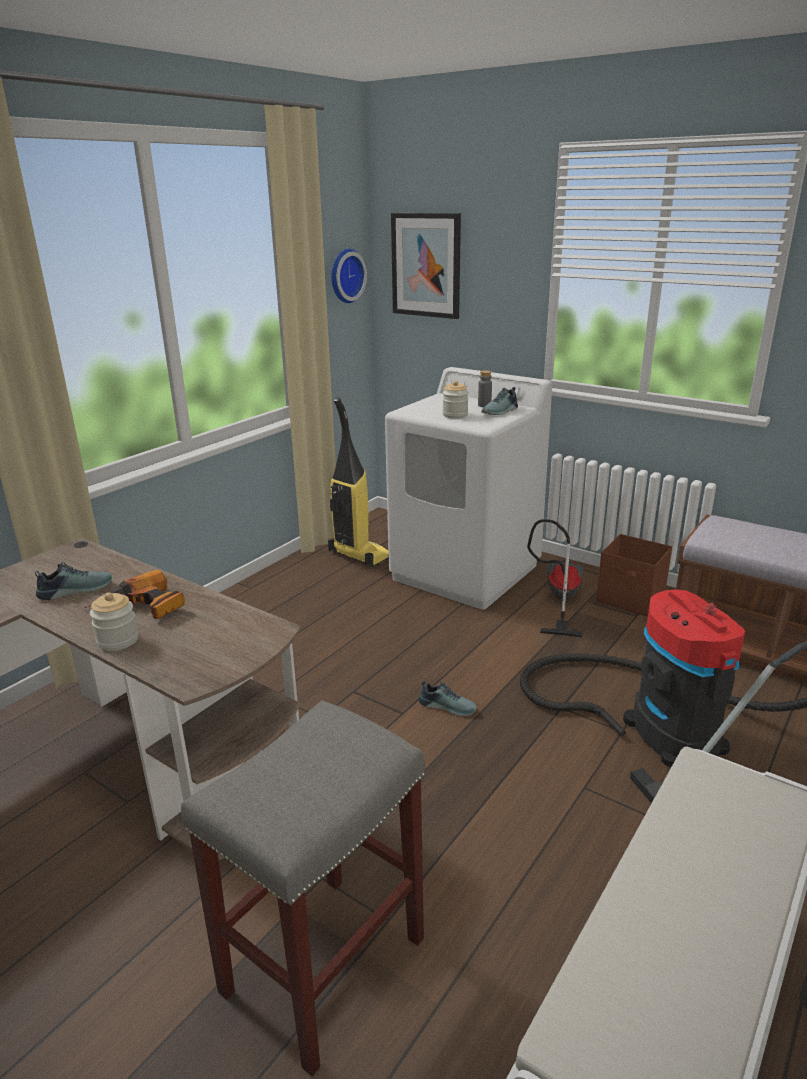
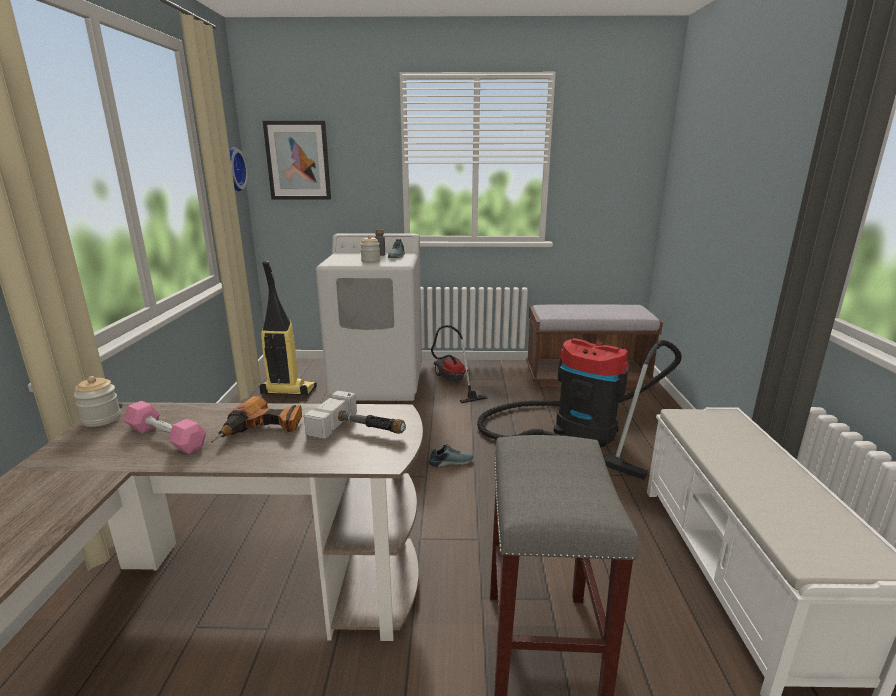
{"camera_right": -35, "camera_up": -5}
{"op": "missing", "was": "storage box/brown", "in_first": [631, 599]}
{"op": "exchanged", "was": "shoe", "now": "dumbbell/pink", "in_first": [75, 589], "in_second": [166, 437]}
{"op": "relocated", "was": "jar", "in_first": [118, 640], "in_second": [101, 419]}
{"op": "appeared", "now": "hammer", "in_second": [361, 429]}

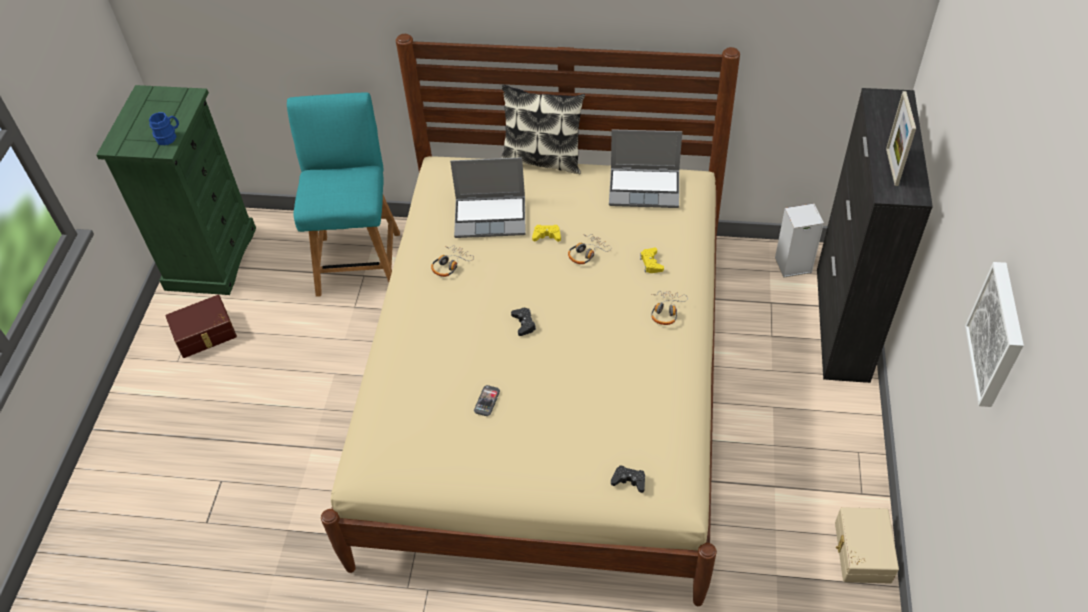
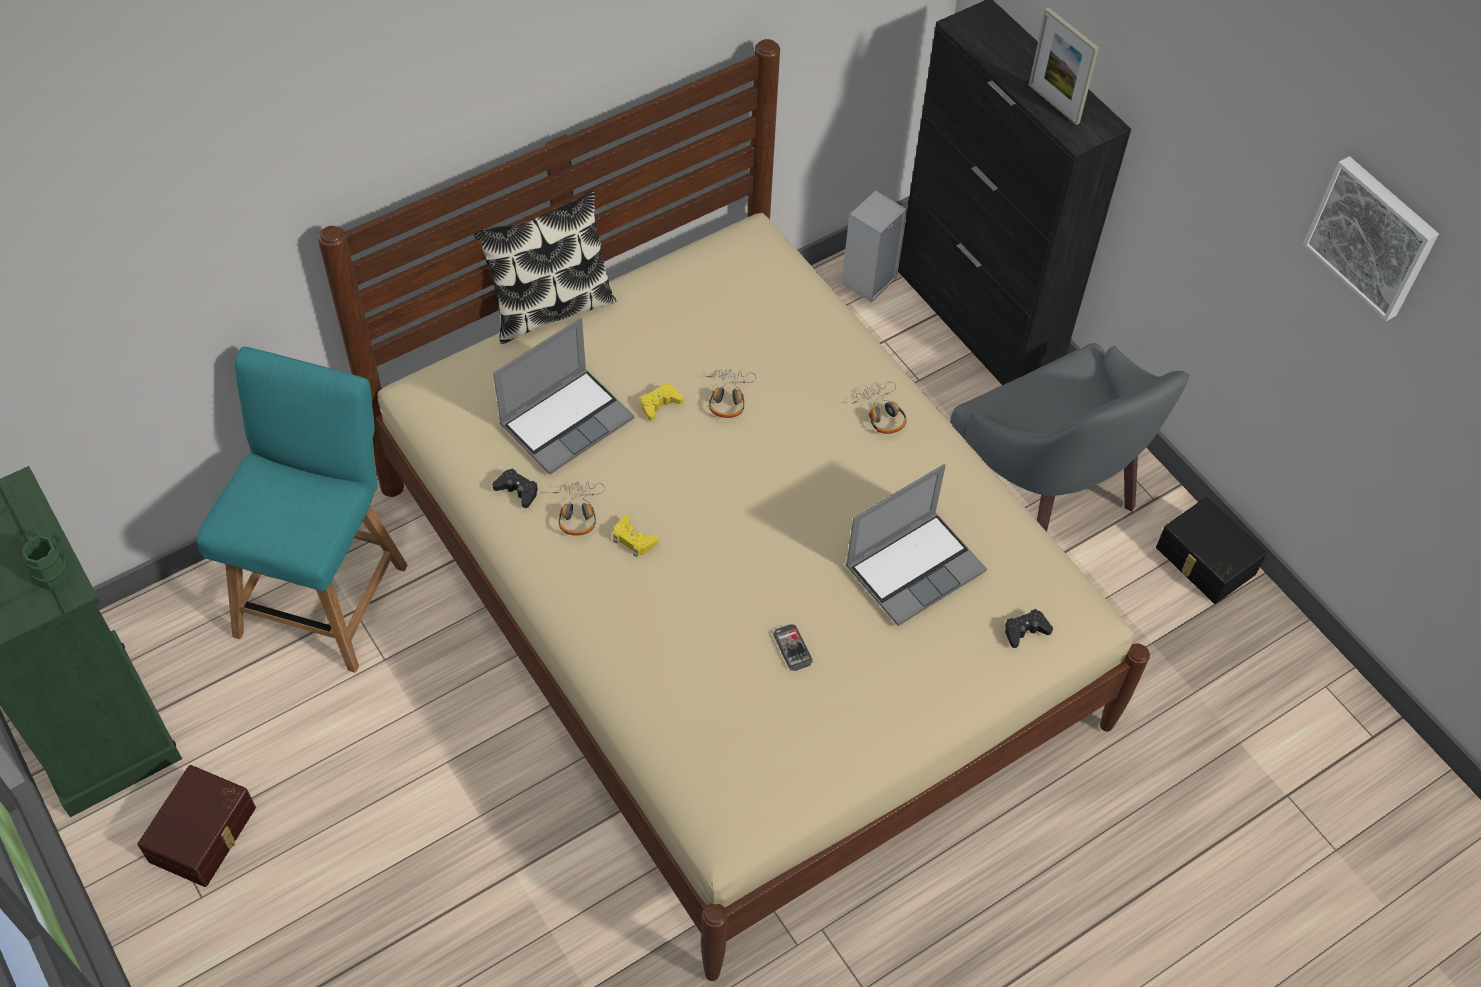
{"camera_right": -45, "camera_up": 5}
{"op": "spun", "was": "chair/turquoise", "in_first": [359, 259], "in_second": [325, 592], "clockwise": 60}
{"op": "colour", "was": "mug/blue", "now": "mug/green", "in_first": [169, 137], "in_second": [54, 569]}
{"op": "relocated", "was": "laptop", "in_first": [645, 188], "in_second": [915, 567]}
{"op": "relocated", "was": "game controller/yellow", "in_first": [651, 263], "in_second": [633, 540]}
{"op": "relocated", "was": "game controller/black", "in_first": [524, 323], "in_second": [517, 491]}
{"op": "colour", "was": "storage box/beige", "now": "storage box/black", "in_first": [861, 552], "in_second": [1204, 561]}
{"op": "appeared", "now": "armchair/grey", "in_second": [1049, 489]}

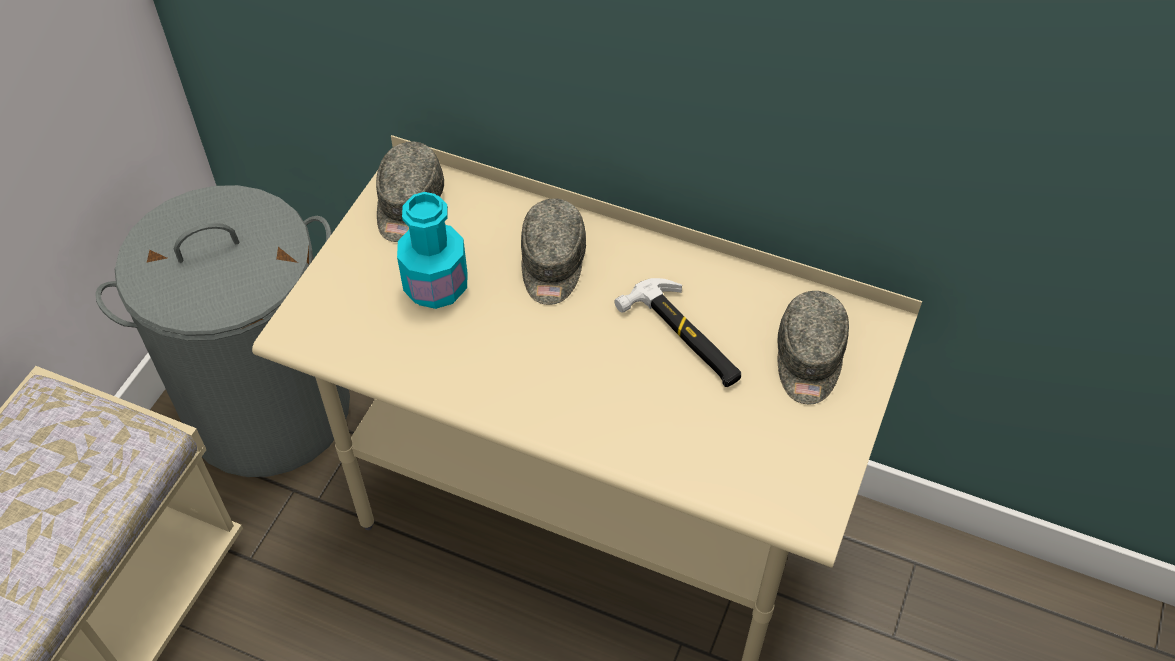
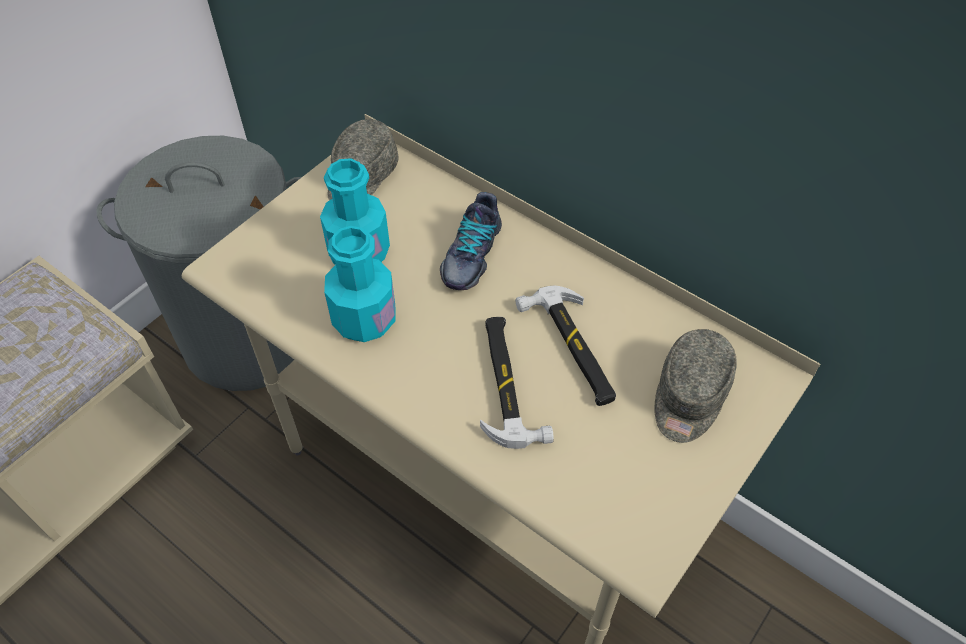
{"camera_right": 15, "camera_up": 0}
{"op": "exchanged", "was": "cap/grey", "now": "shoe", "in_first": [552, 264], "in_second": [470, 254]}
{"op": "appeared", "now": "bottle/turquoise", "in_second": [364, 319]}
{"op": "appeared", "now": "hammer", "in_second": [507, 383]}

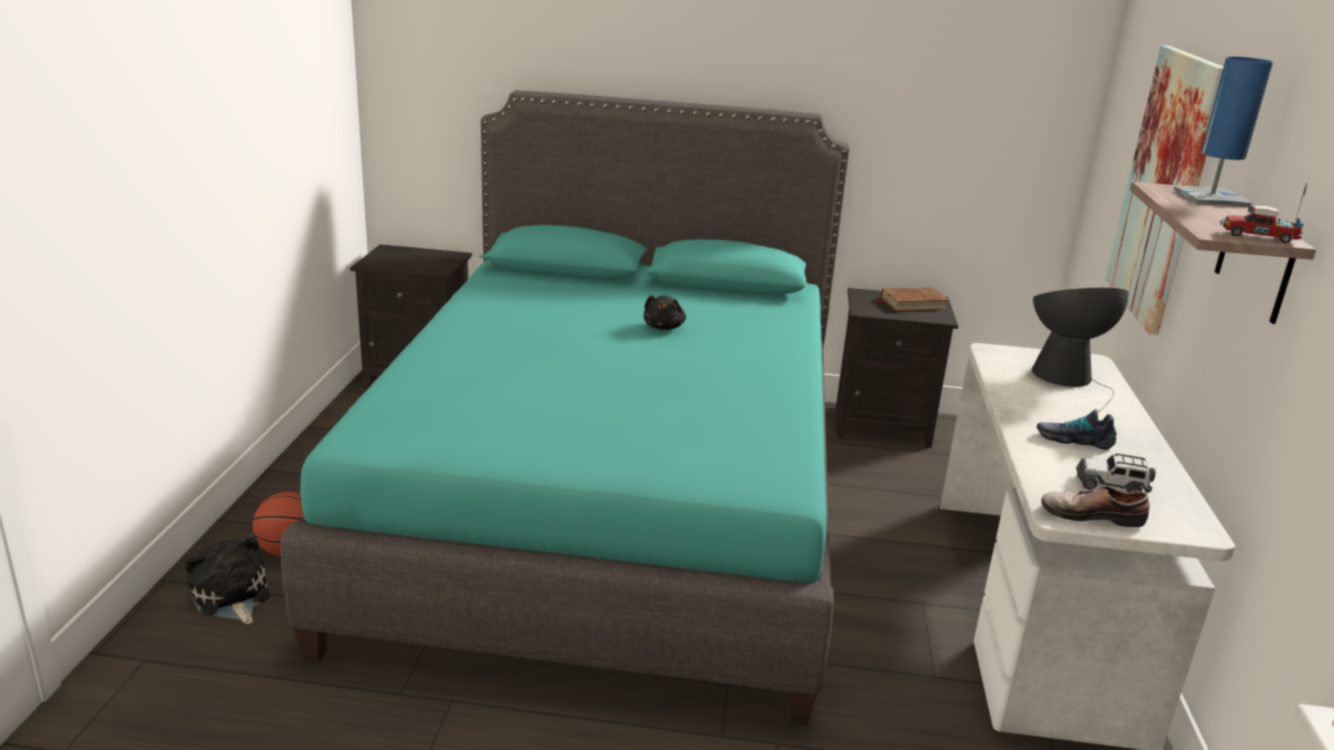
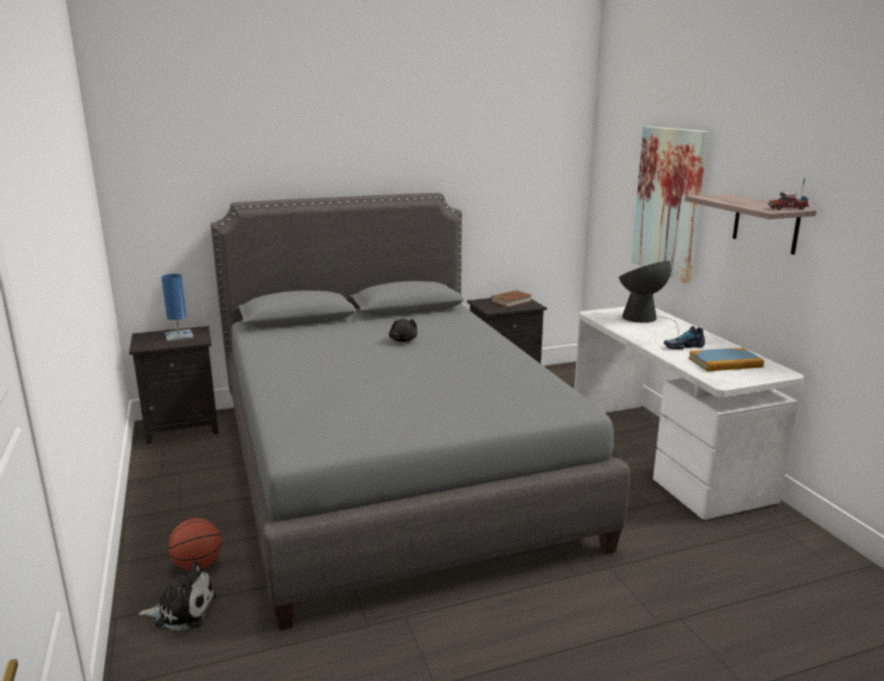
{"camera_right": -25, "camera_up": -5}
{"op": "relocated", "was": "table lamp/blue", "in_first": [1211, 198], "in_second": [179, 336]}
{"op": "colour", "was": "bed/turquoise", "now": "bed/grey", "in_first": [610, 503], "in_second": [390, 468]}
{"op": "exchanged", "was": "toy car", "now": "book", "in_first": [1111, 486], "in_second": [725, 363]}
{"op": "missing", "was": "shoe", "in_first": [1090, 514]}
{"op": "spun", "was": "plush toy", "in_first": [231, 597], "in_second": [182, 610], "clockwise": 150}

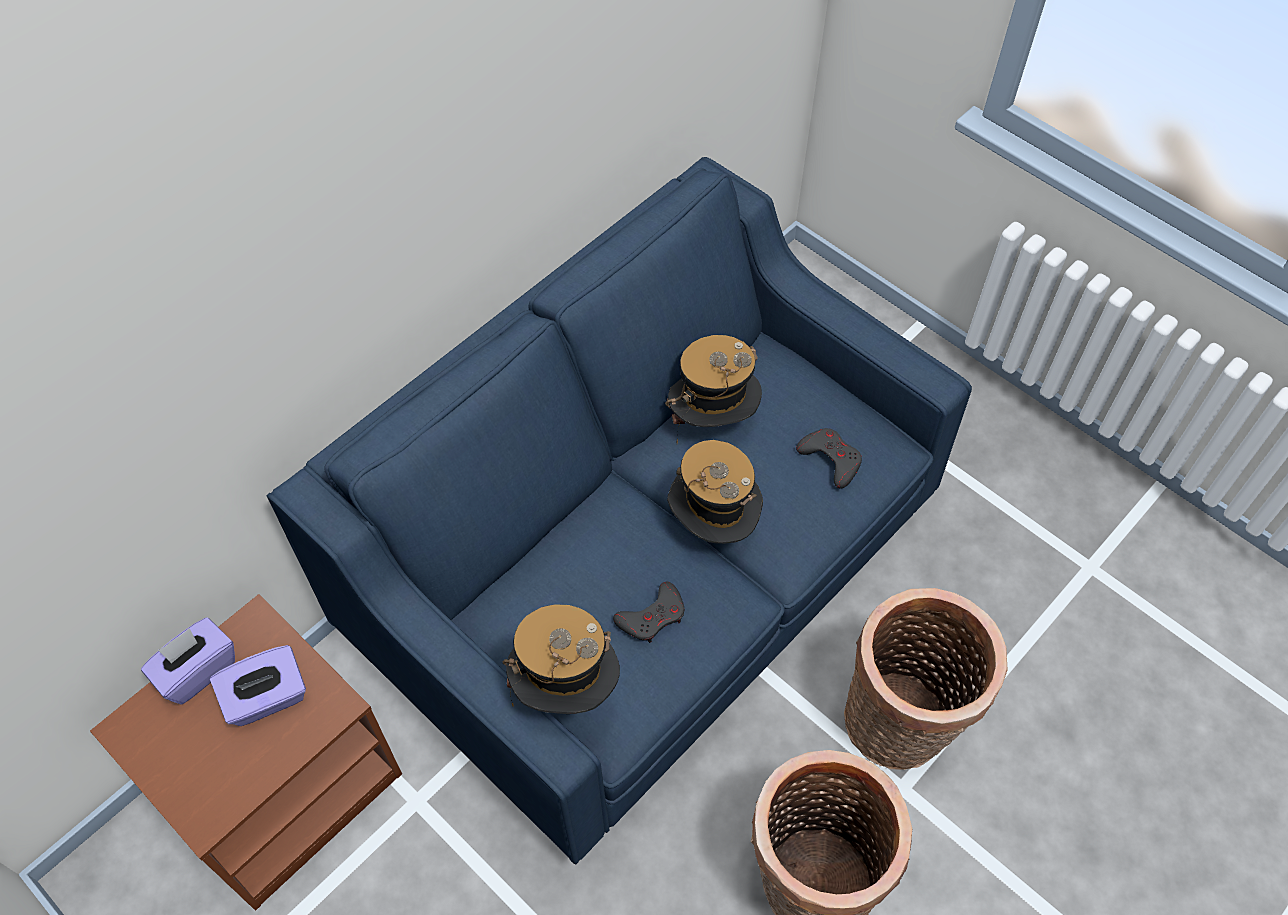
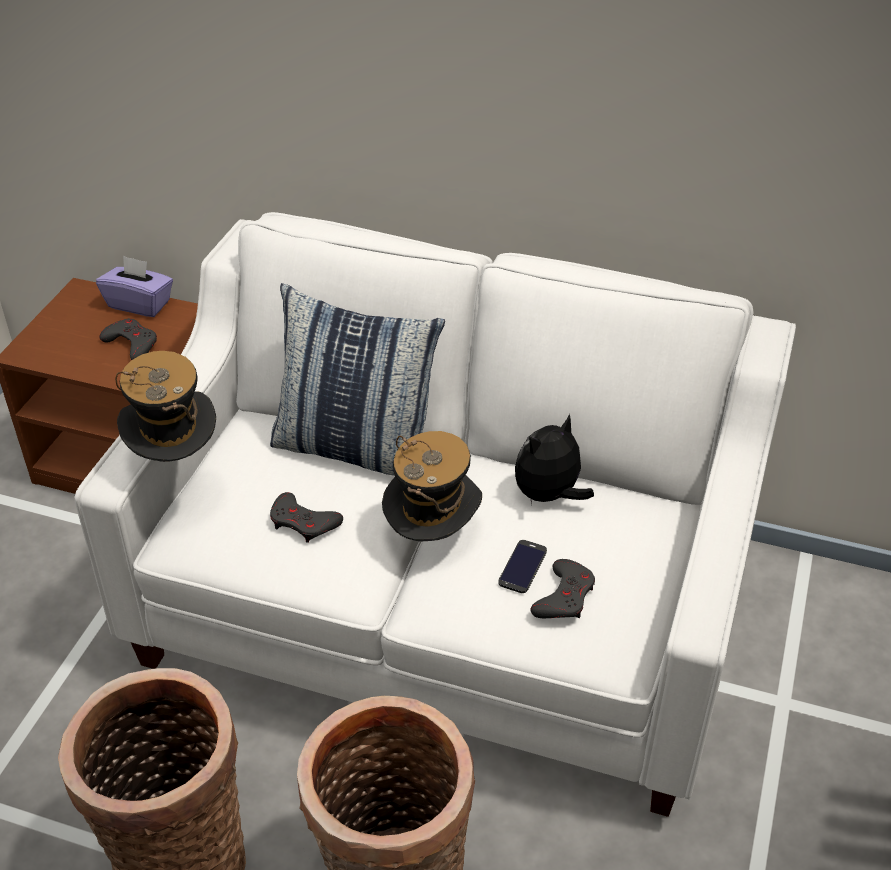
{"camera_right": 65, "camera_up": -15}
{"op": "colour", "was": "sofa/blue", "now": "sofa/white", "in_first": [642, 576], "in_second": [446, 607]}
{"op": "exchanged", "was": "hat", "now": "plush toy", "in_first": [712, 421], "in_second": [549, 496]}
{"op": "exchanged", "was": "tissue box/purple", "now": "game controller/grey", "in_first": [267, 698], "in_second": [132, 344]}
{"op": "appeared", "now": "pillow", "in_second": [356, 449]}
{"op": "appeared", "now": "phone", "in_second": [523, 567]}

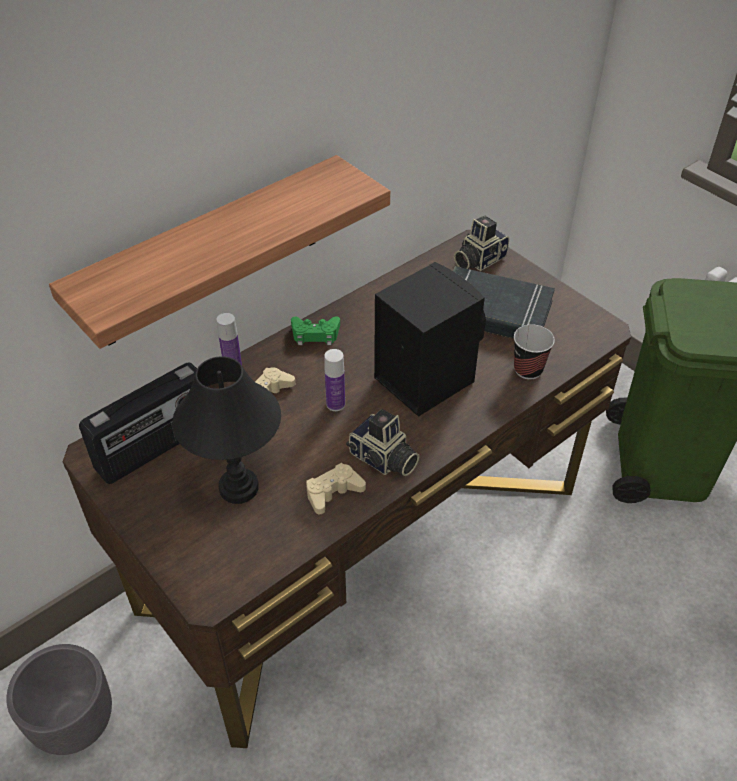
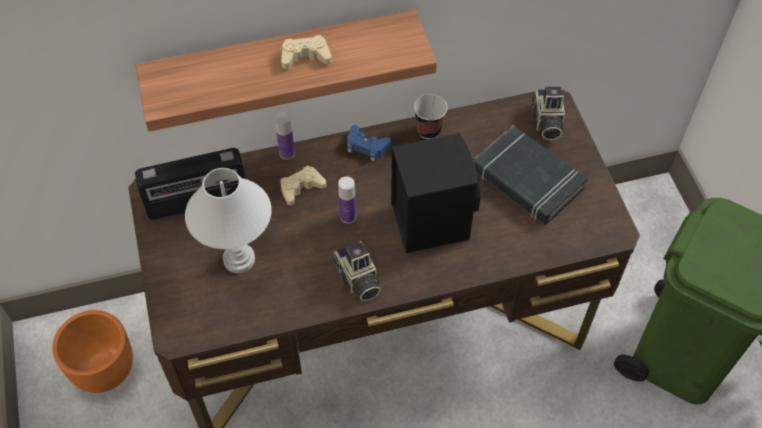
{"camera_right": 25, "camera_up": 10}
{"op": "spun", "was": "photo camera", "in_first": [478, 260], "in_second": [546, 122], "clockwise": -75}
{"op": "colour", "was": "game controller/green", "now": "game controller/blue", "in_first": [315, 334], "in_second": [366, 146]}
{"op": "relocated", "was": "cup", "in_first": [528, 370], "in_second": [429, 130]}
{"op": "colour", "was": "table lamp/black", "now": "table lamp/white", "in_first": [239, 488], "in_second": [239, 260]}
{"op": "relocated", "was": "game controller/beige", "in_first": [333, 492], "in_second": [305, 57]}
{"op": "colour", "was": "planter/grey", "now": "planter/orange", "in_first": [74, 725], "in_second": [104, 371]}

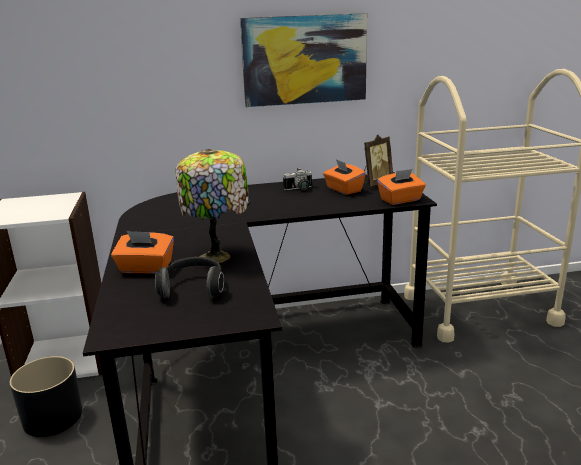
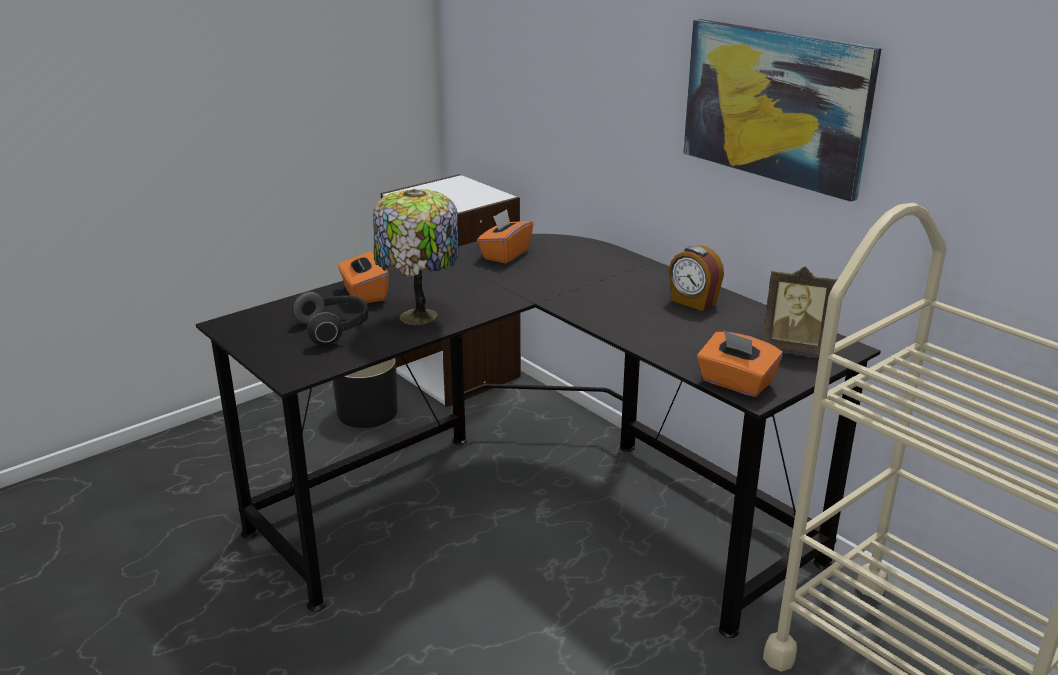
{"camera_right": 60, "camera_up": 5}
{"op": "relocated", "was": "tissue box/orange", "in_first": [343, 190], "in_second": [505, 254]}
{"op": "exchanged", "was": "photo camera", "now": "alarm clock", "in_first": [299, 189], "in_second": [693, 302]}

